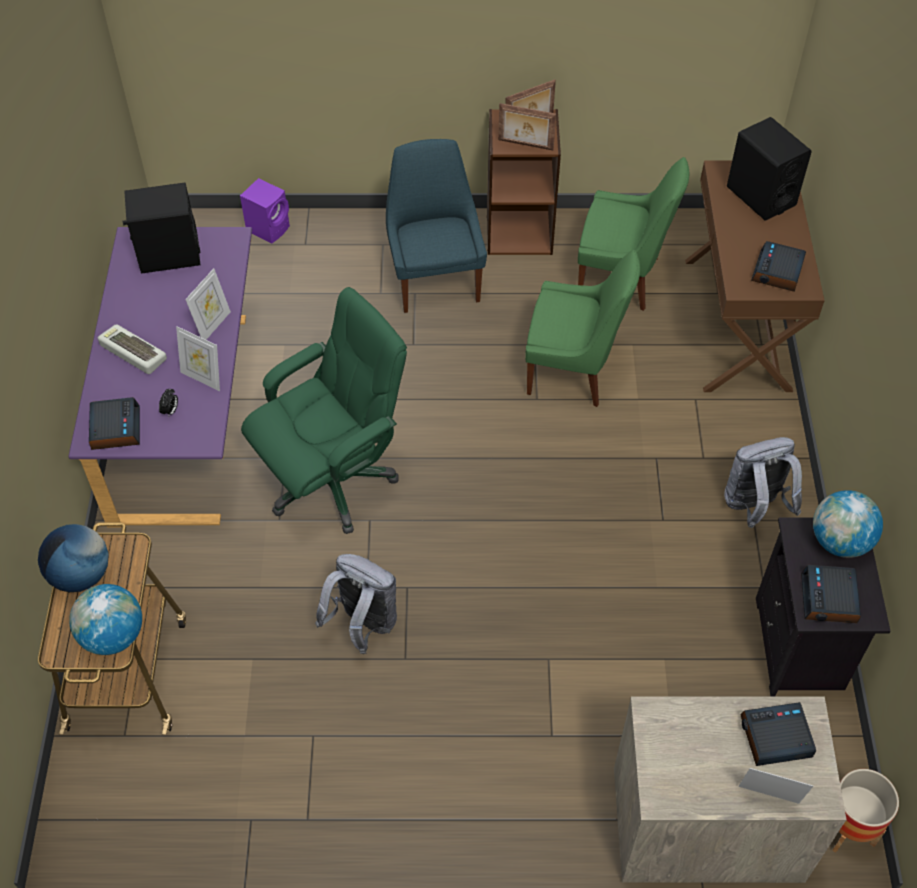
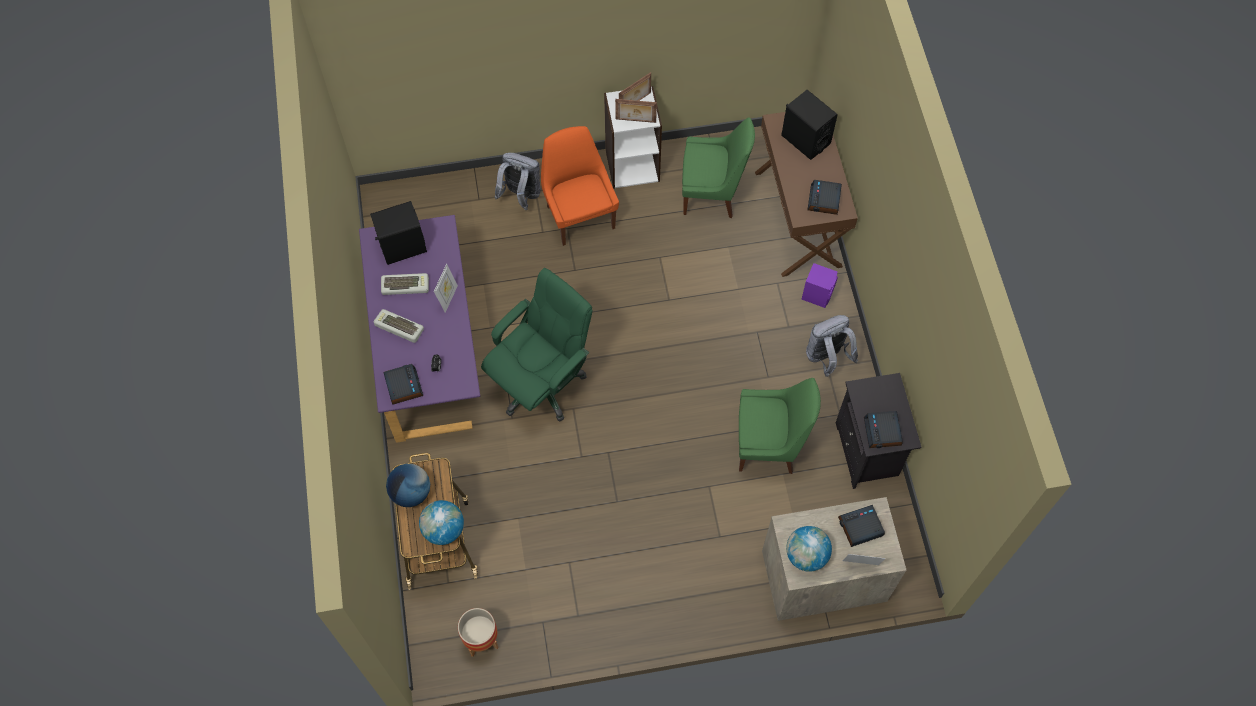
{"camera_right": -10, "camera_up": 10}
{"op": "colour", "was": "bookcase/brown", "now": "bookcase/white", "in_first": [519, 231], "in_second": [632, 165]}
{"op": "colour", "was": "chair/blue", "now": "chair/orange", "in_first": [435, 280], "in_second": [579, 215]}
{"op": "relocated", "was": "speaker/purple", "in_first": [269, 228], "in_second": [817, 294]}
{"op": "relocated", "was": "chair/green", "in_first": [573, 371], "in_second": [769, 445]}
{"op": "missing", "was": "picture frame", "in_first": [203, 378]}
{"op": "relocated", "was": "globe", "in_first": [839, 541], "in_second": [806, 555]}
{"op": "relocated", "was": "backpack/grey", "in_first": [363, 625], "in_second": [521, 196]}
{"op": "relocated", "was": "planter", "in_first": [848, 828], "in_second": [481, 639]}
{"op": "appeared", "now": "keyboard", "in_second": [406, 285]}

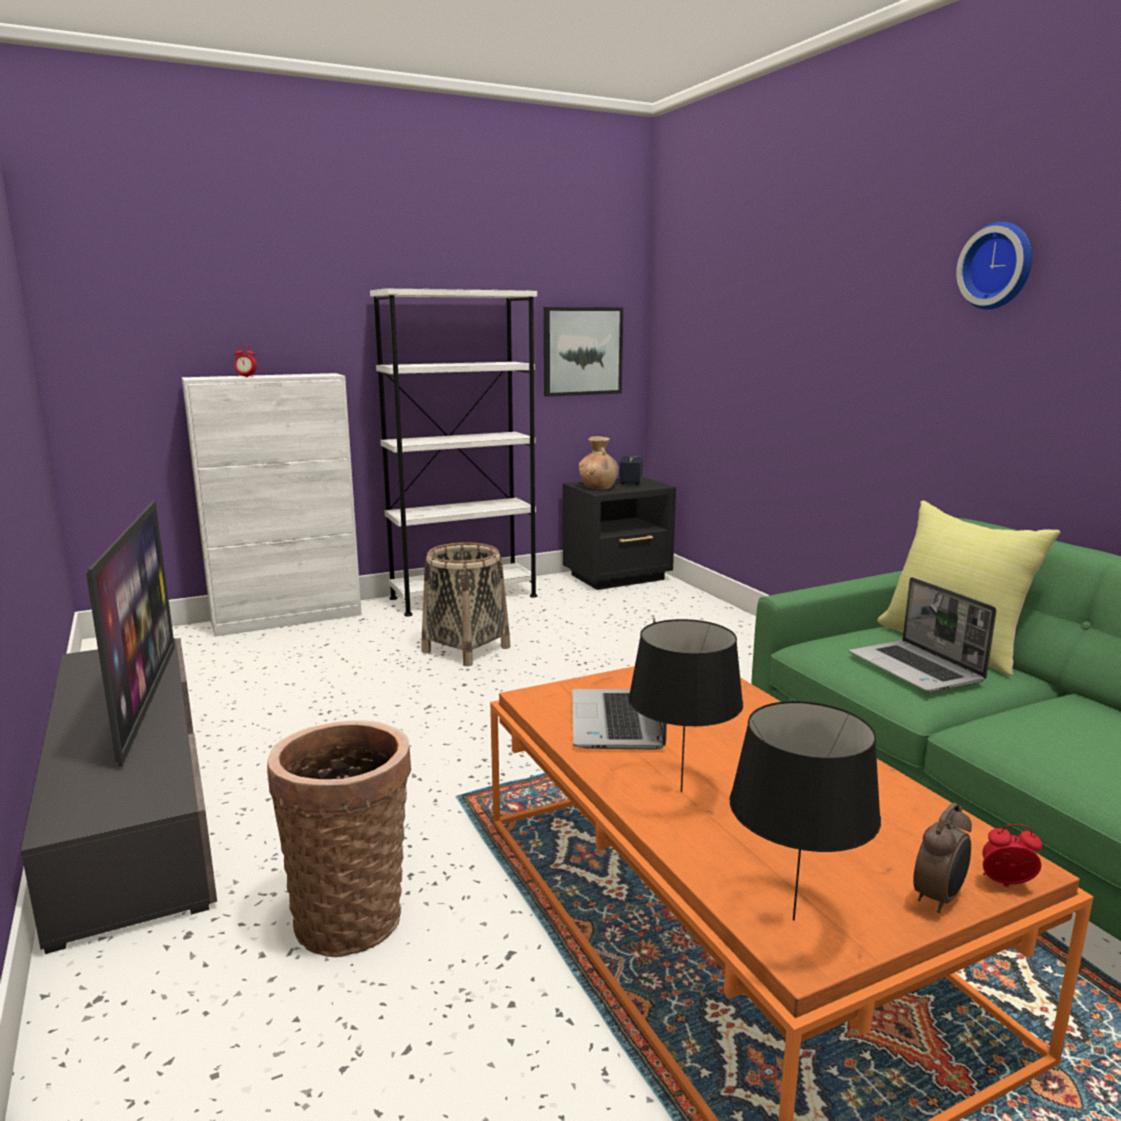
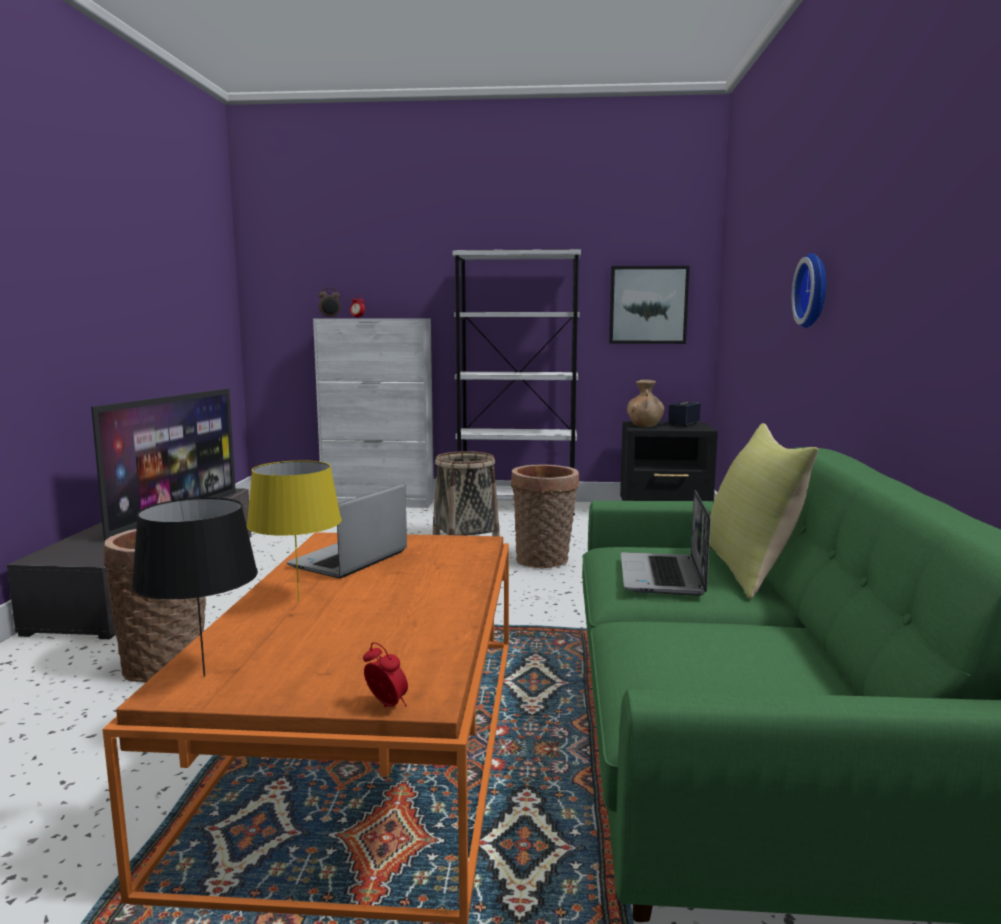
{"camera_right": 30, "camera_up": -5}
{"op": "relocated", "was": "wall clock", "in_first": [998, 266], "in_second": [815, 290]}
{"op": "colour", "was": "table lamp/black", "now": "table lamp/yellow", "in_first": [682, 792], "in_second": [299, 601]}
{"op": "relocated", "was": "alarm clock", "in_first": [939, 898], "in_second": [330, 318]}
{"op": "appeared", "now": "basket", "in_second": [544, 561]}

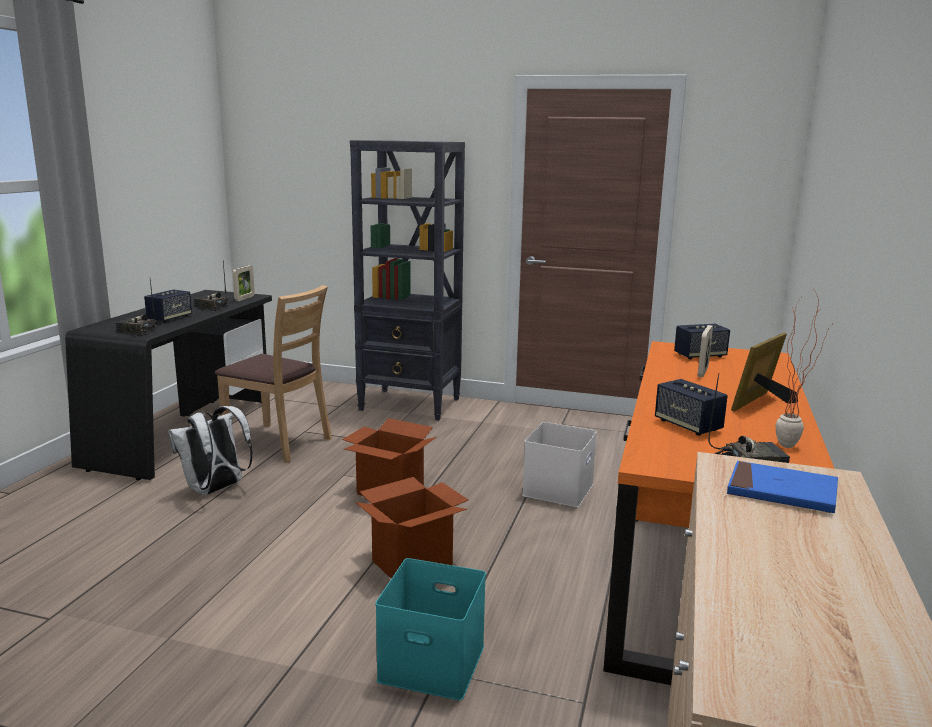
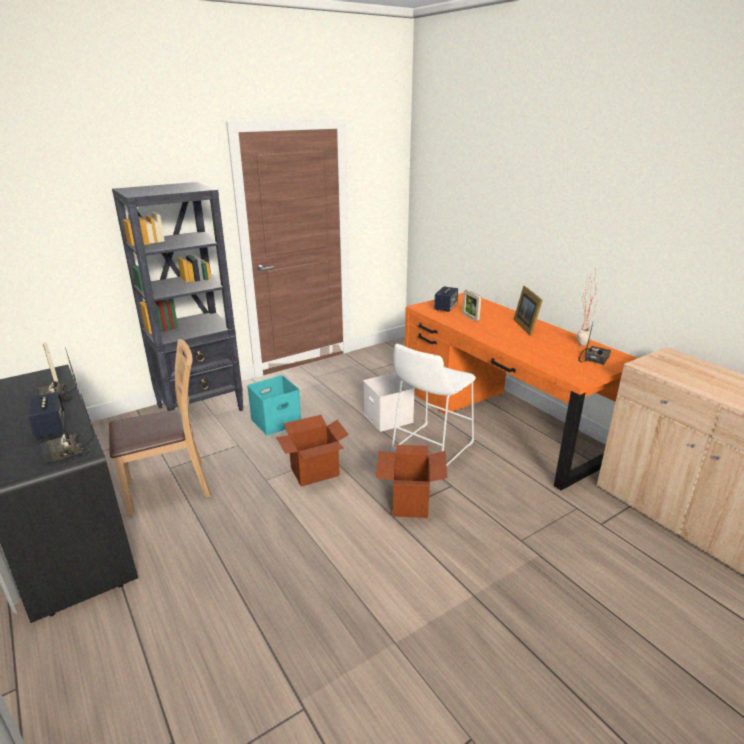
{"camera_right": -50, "camera_up": 10}
{"op": "missing", "was": "speaker", "in_first": [688, 425]}
{"op": "missing", "was": "backpack/white", "in_first": [215, 490]}
{"op": "missing", "was": "book/blue", "in_first": [781, 492]}
{"op": "relocated", "was": "storage box/turquoise", "in_first": [429, 664], "in_second": [275, 421]}
{"op": "appeared", "now": "stool/white", "in_second": [429, 449]}

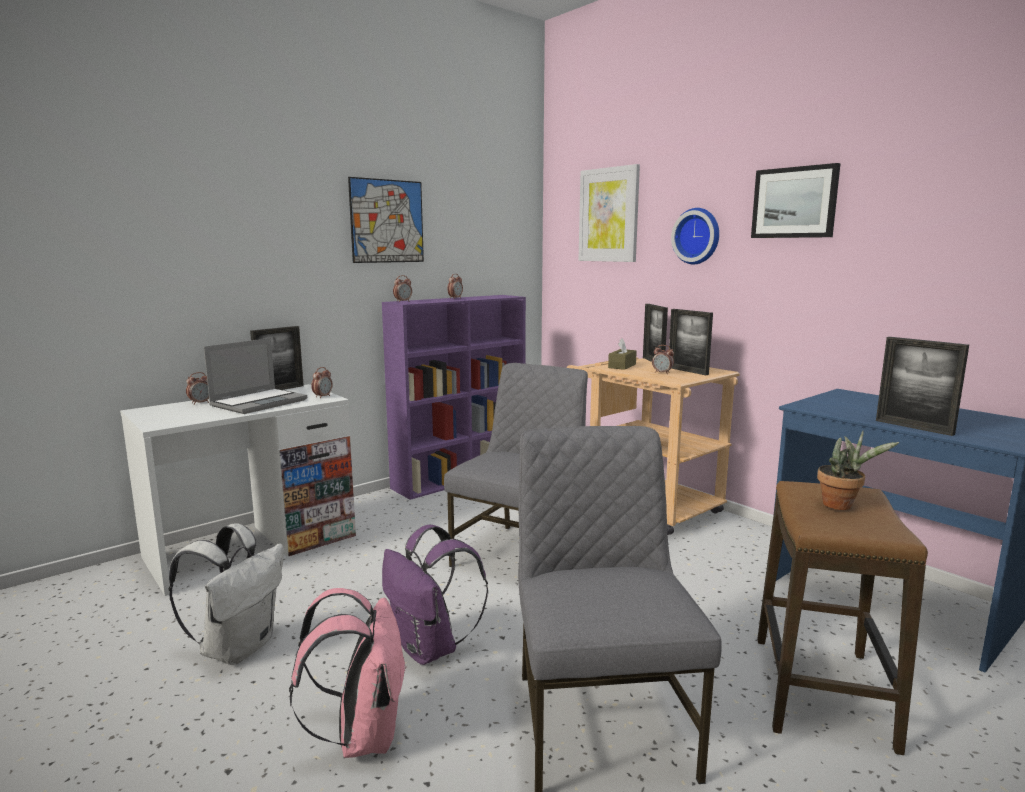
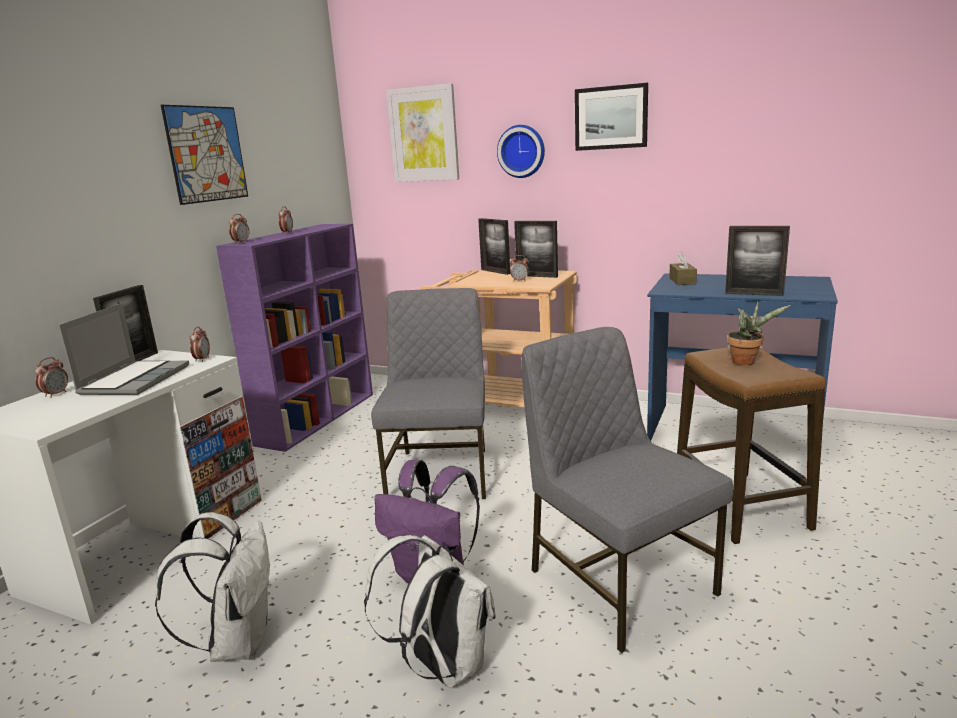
{"camera_right": -25, "camera_up": 5}
{"op": "relocated", "was": "tissue box/brown", "in_first": [622, 366], "in_second": [682, 281]}
{"op": "colour", "was": "backpack/pink", "now": "backpack/white", "in_first": [362, 734], "in_second": [441, 665]}

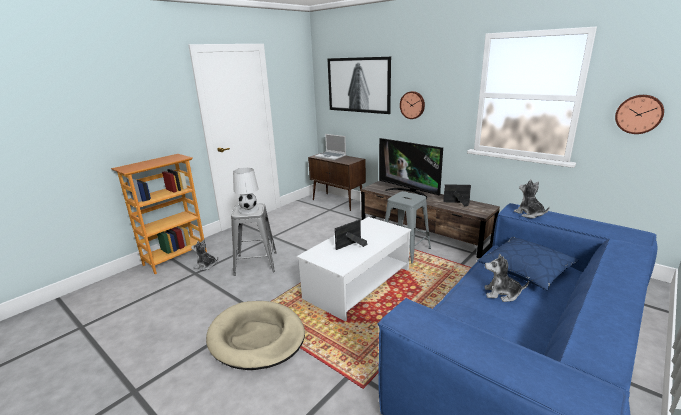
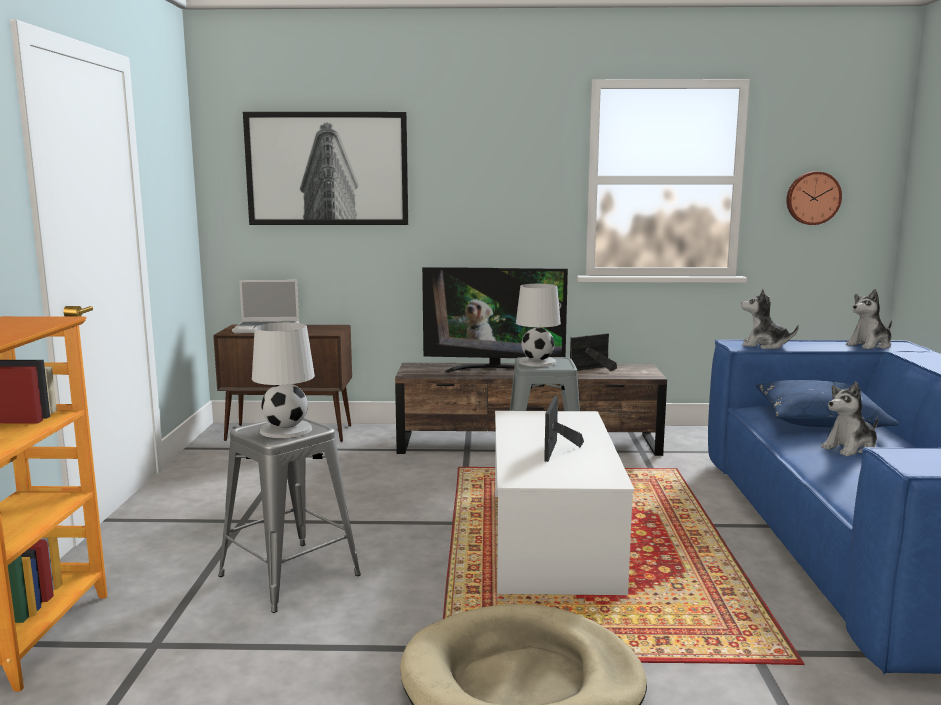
{"camera_right": -40, "camera_up": -10}
{"op": "missing", "was": "wall clock", "in_first": [412, 105]}
{"op": "relocated", "was": "plush toy", "in_first": [206, 266], "in_second": [870, 345]}
{"op": "appeared", "now": "table lamp/white", "in_second": [537, 362]}

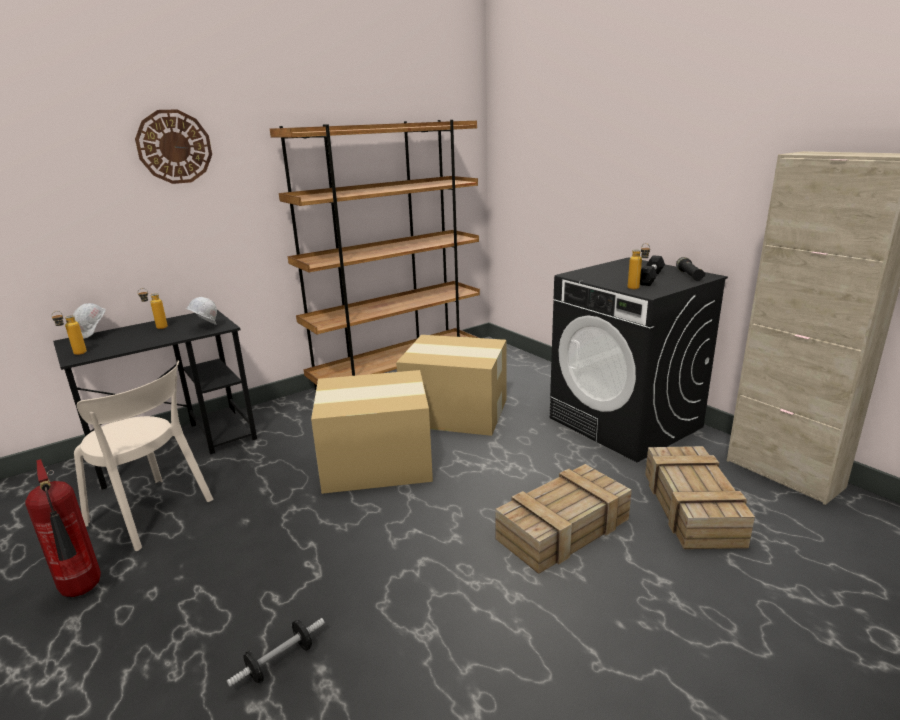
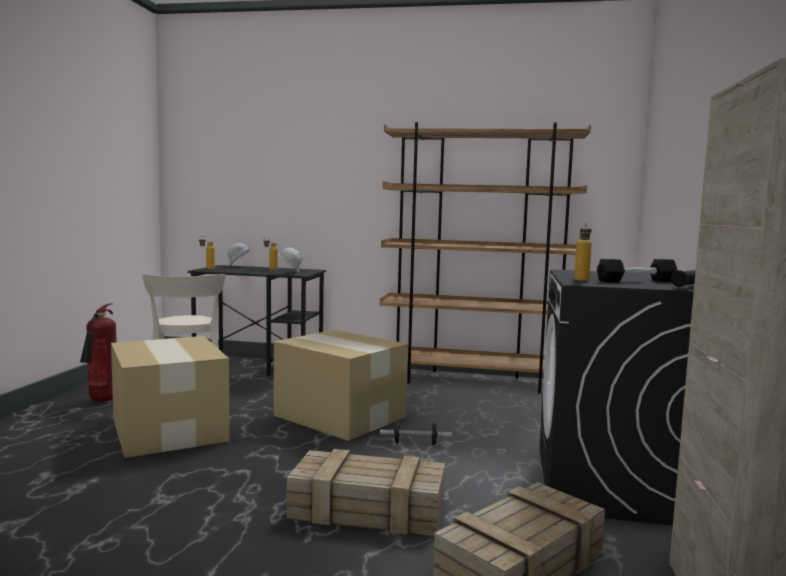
{"camera_right": 45, "camera_up": -15}
{"op": "missing", "was": "wall clock", "in_first": [174, 147]}
{"op": "relocated", "was": "cardboard box", "in_first": [454, 412], "in_second": [169, 429]}
{"op": "relocated", "was": "dumbbell", "in_first": [280, 662], "in_second": [415, 443]}

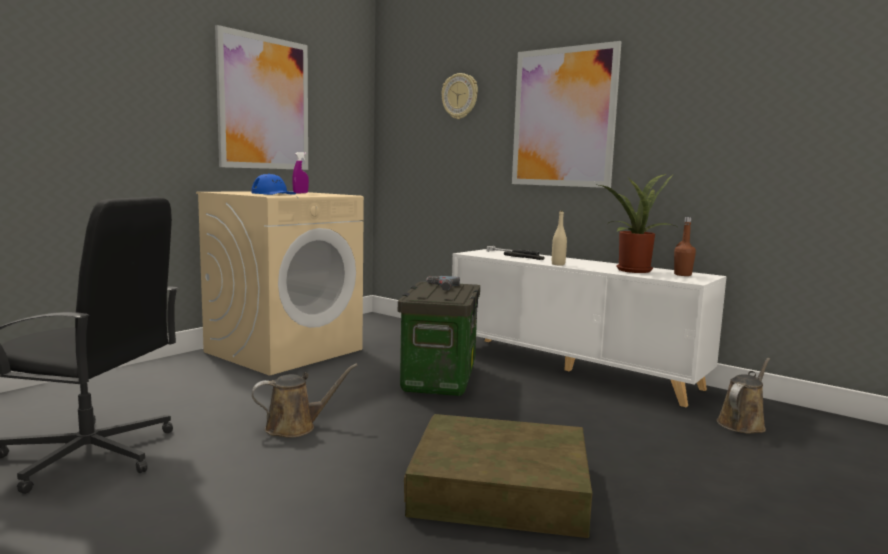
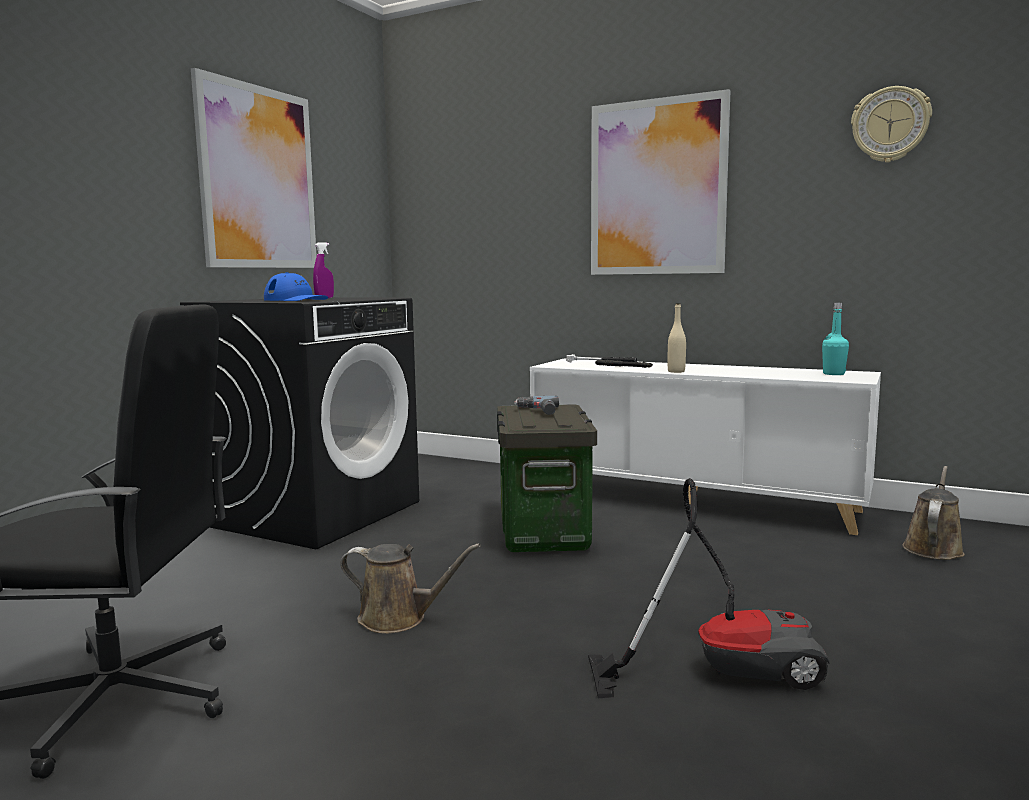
{"camera_right": -10, "camera_up": 0}
{"op": "relocated", "was": "wall clock", "in_first": [460, 96], "in_second": [890, 125]}
{"op": "missing", "was": "potted plant", "in_first": [632, 270]}
{"op": "colour", "was": "washing machine/beige", "now": "washing machine/black", "in_first": [284, 350], "in_second": [316, 513]}
{"op": "colour", "was": "bottle/brown", "now": "bottle/turquoise", "in_first": [682, 275], "in_second": [833, 374]}
{"op": "spun", "was": "watering can/brown", "in_first": [295, 427], "in_second": [398, 618], "clockwise": 45}
{"op": "exchanged", "was": "storage box/brown", "now": "vacuum cleaner", "in_first": [500, 487], "in_second": [722, 669]}

